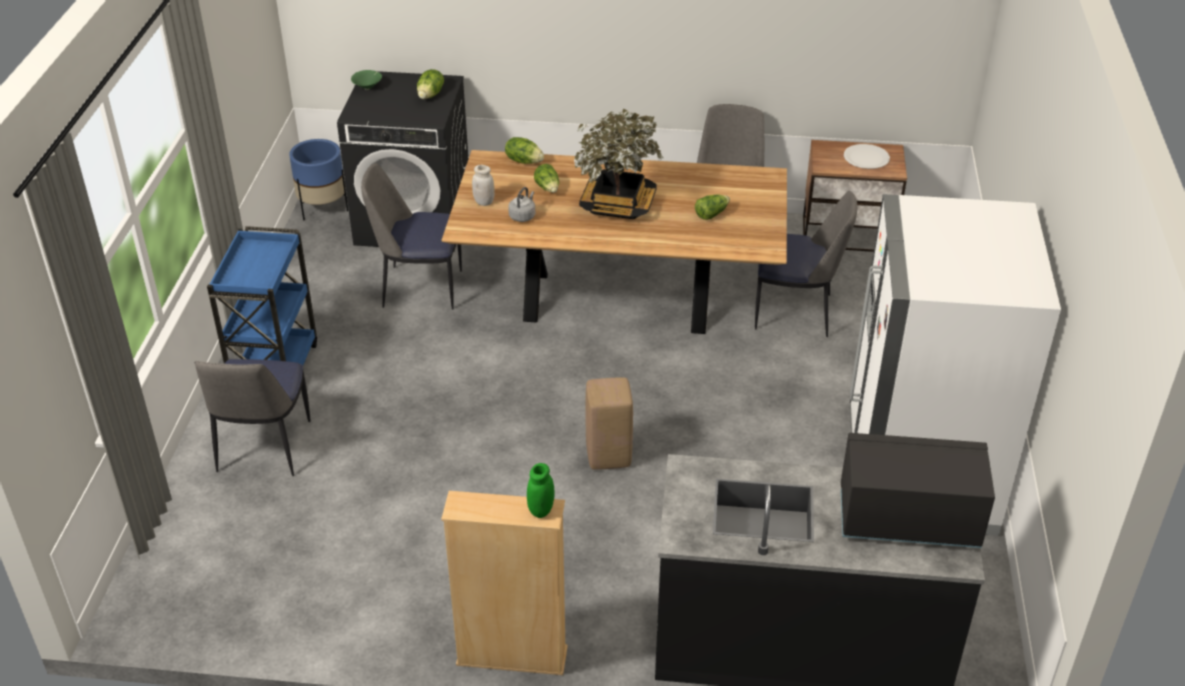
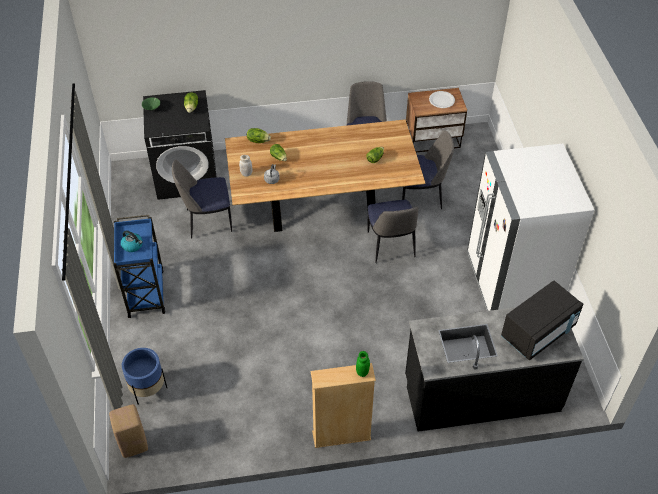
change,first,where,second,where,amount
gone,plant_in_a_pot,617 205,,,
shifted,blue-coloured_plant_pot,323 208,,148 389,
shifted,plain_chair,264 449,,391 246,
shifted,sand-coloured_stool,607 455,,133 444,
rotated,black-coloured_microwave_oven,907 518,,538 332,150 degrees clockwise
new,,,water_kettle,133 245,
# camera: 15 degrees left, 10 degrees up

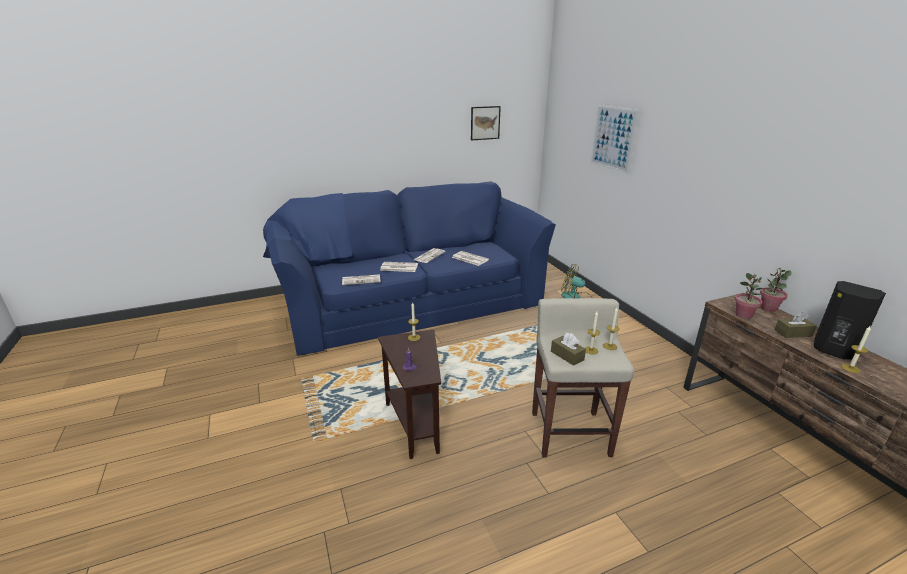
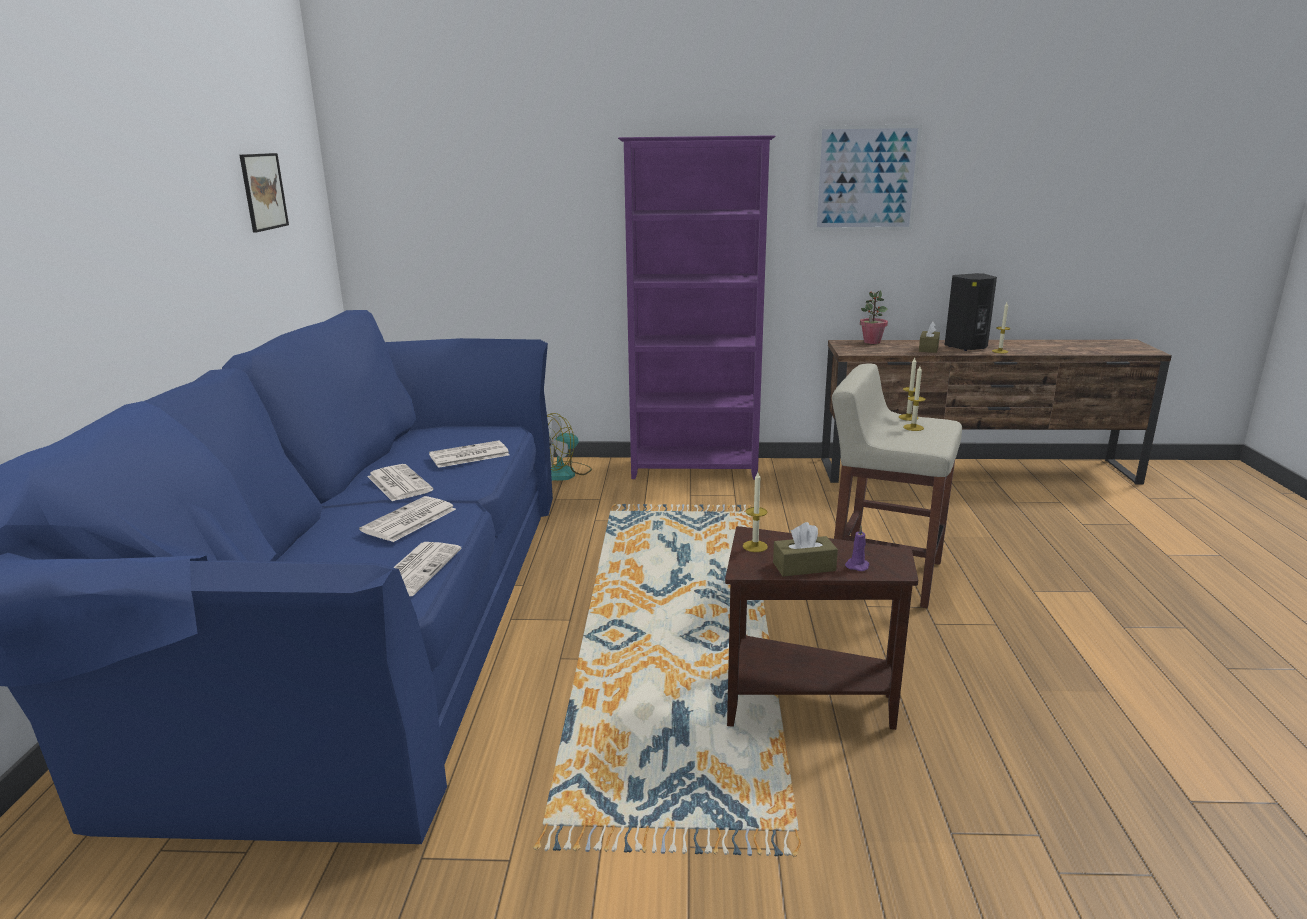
change,first,where,second,where,amount
shifted,picture,613 138,,866 178,
gone,plant_in_a_pot,743 315,,,
shifted,brownish_tissue_box,567 355,,804 567,
new,,,purplish_bookcase,695 470,
# camera: 65 degrees left, 5 degrees down

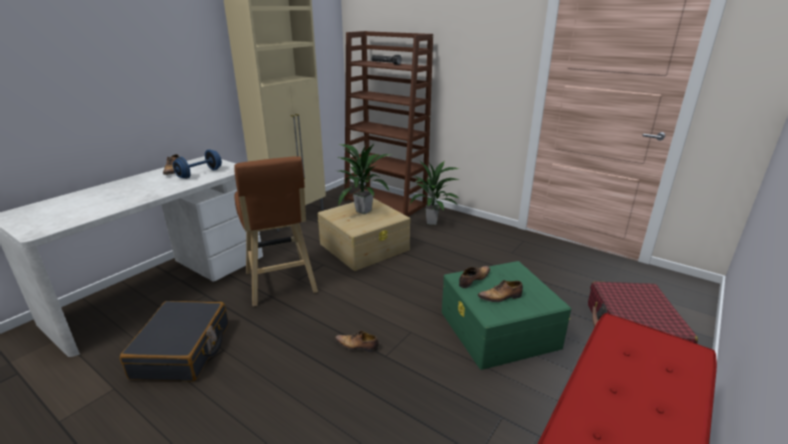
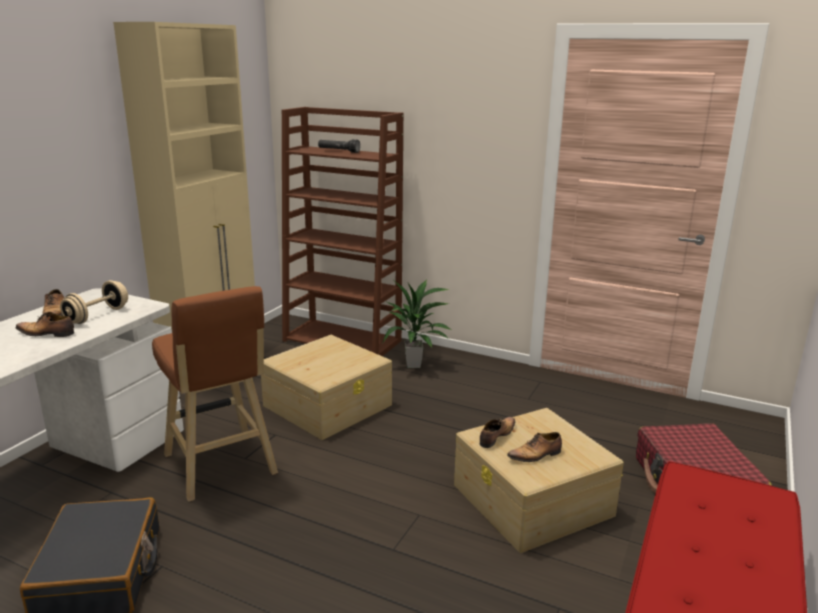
change,first,where,second,where,amount
gone,plant_in_a_pot,363 211,,,
repainted,blue-coloured_dumbbell,199 174,sand-coloured_dumbbell,97 316,
repainted,green-coloured_storage_bin,499 330,sand-coloured_storage_bin,532 500,
shifted,low_shoe,357 346,,47 334,
# camera: 10 degrees left, 5 degrees down

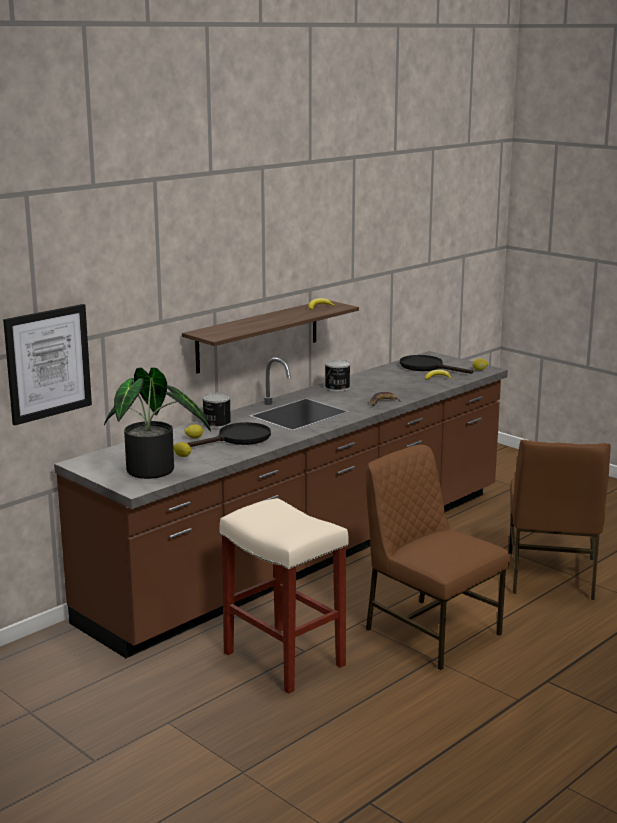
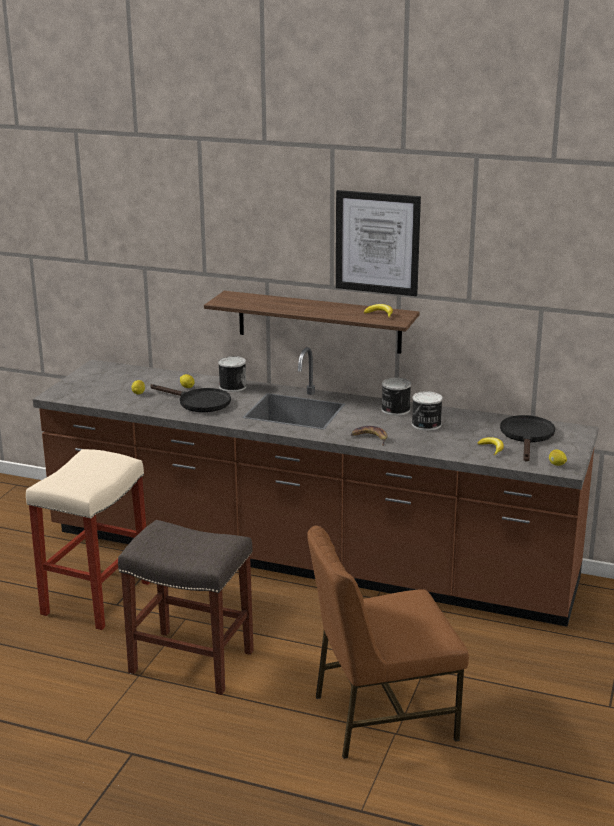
change,first,where,second,where,amount
shifted,picture,48 363,,377 242,
gone,plant_in_a_pot,154 472,,,
swapped,brownish_plain_chair,430 631,grey_stool,193 661,
new,,,can,426 424,
# camera: 65 degrees right, 5 degrees up

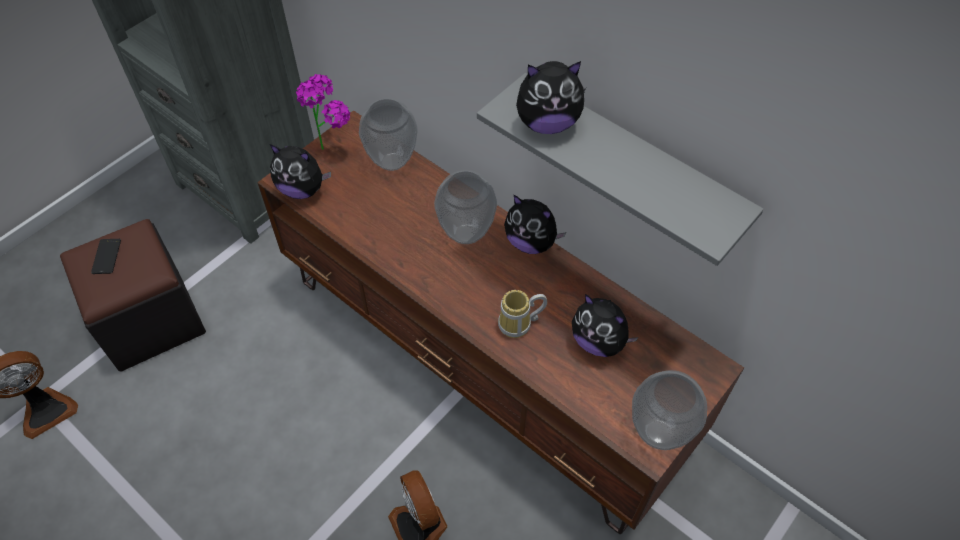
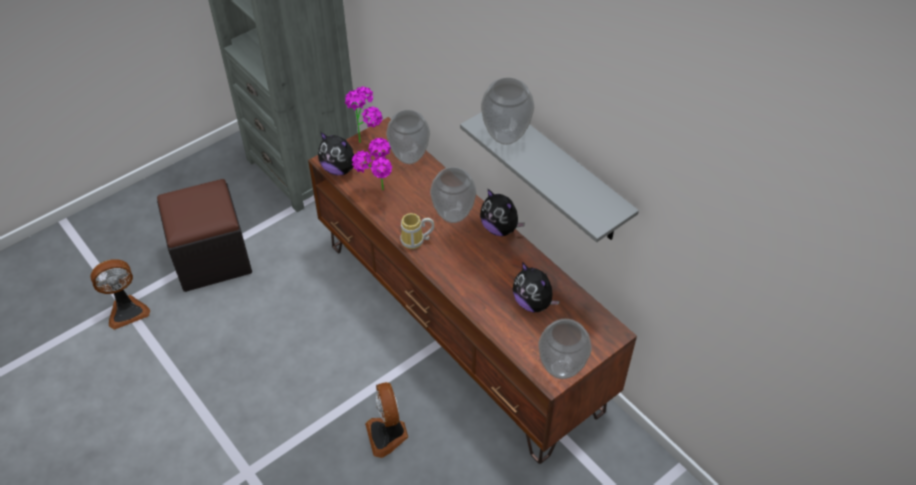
change,first,where,second,where,amount
swapped,plush_toy,547 123,flower_vase,506 137,
gone,phone,106 256,,,
shifted,coffee_mug,519 325,,415 242,
new,,,plant_in_a_pot,378 195,
# camera: 10 degrees right, 5 degrees down

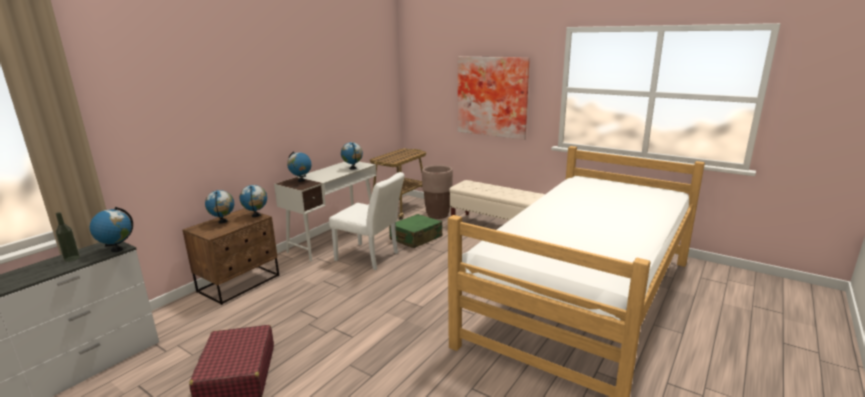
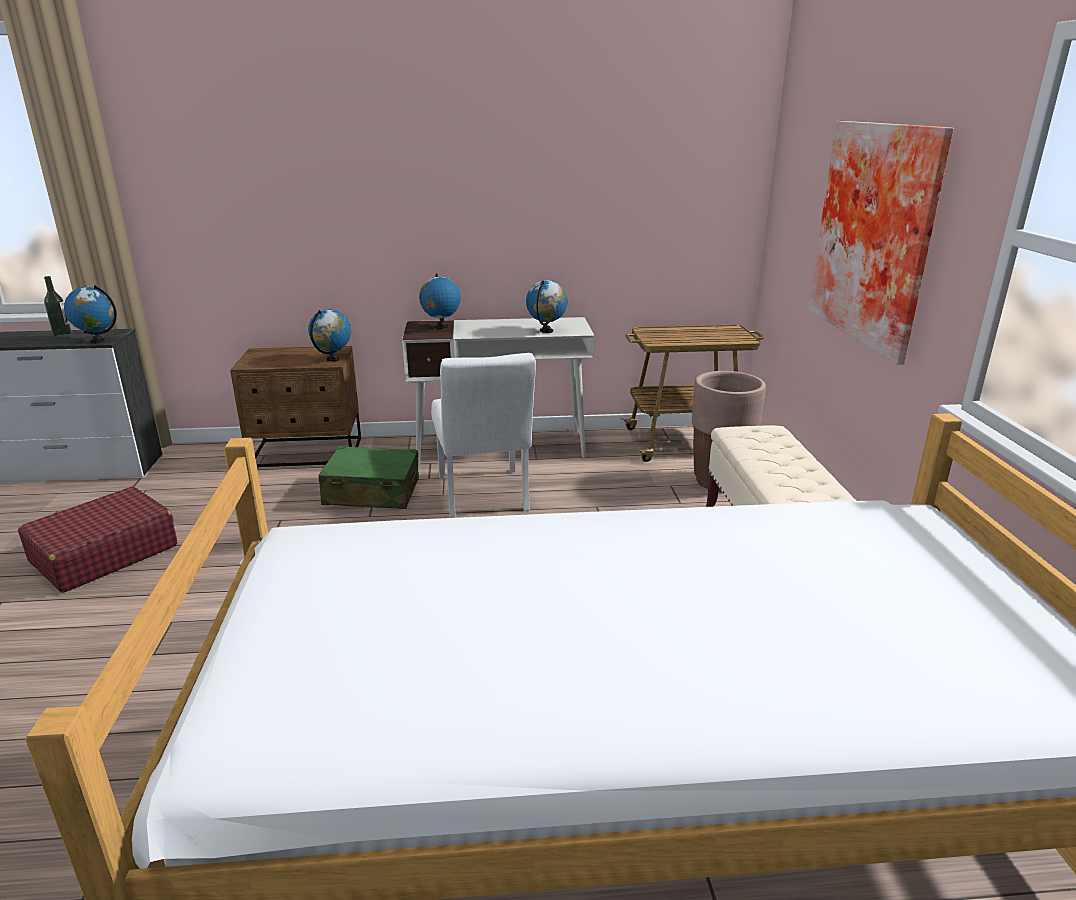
change,first,where,second,where,amount
gone,desk_globe,223 222,,,
shifted,green-coloured_suitcase,416 238,,372 492,
# camera: 50 degrees right, 5 degrees up

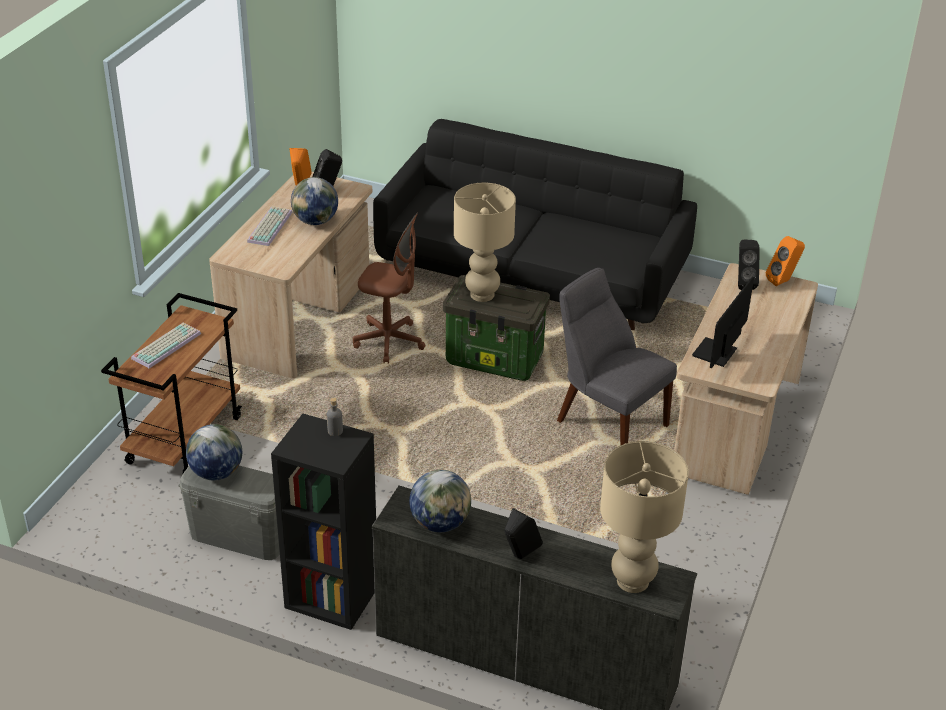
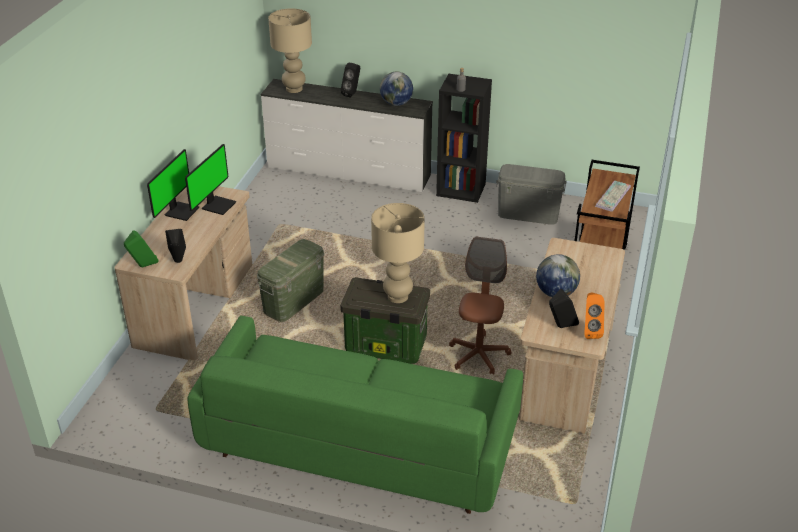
change,first,where,second,where,amount
repainted,black-coloured_settee,531 274,green-coloured_settee,359 443,
gone,PC_keyboard,269 226,,,
rotated,brownish_computer_chair,389 342,,478 355,90 degrees clockwise
repainted,orange_loudspeaker,783 281,green-coloured_loudspeaker,143 266,
swapped,grey_plain_chair,607 421,green-coloured_storage_bin,294 301,
gone,desk_globe,216 473,,,
new,,,monitor,180 211,
# camera: 175 degrees right, 0 degrees up

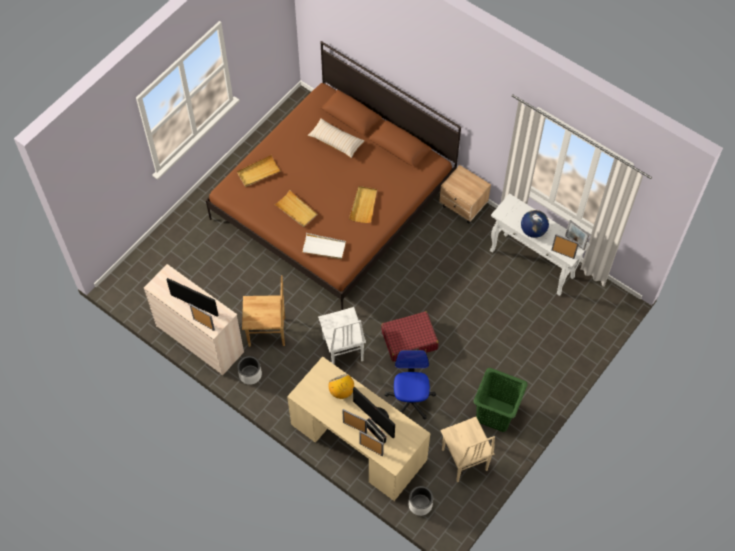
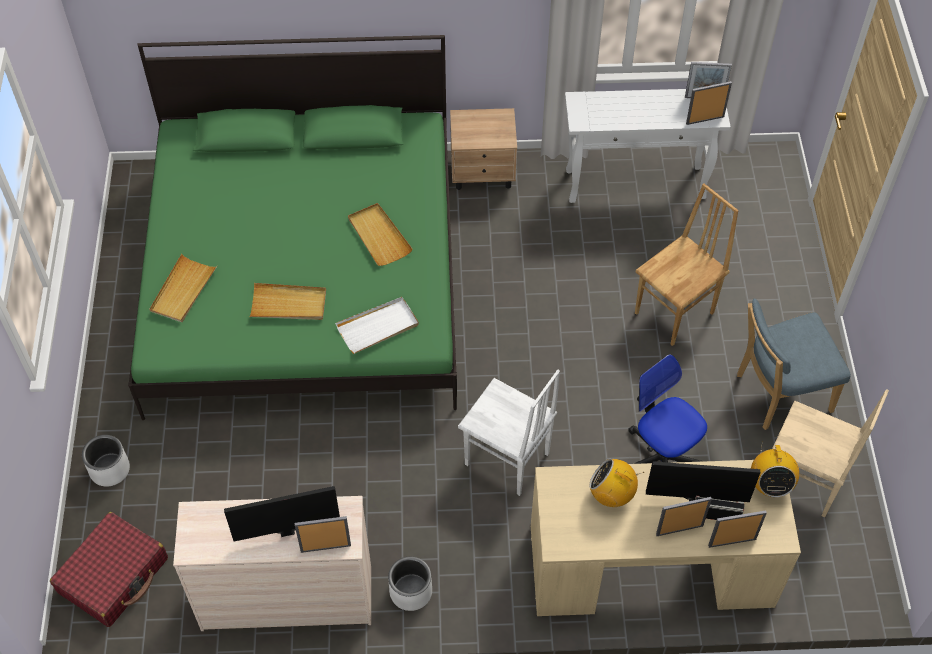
change,first,where,second,where,amount
repainted,brownish_sleeping_bed,333 202,green-coloured_sleeping_bed,304 278,
gone,sand-coloured_pillow,336 141,,,
gone,desk_globe,533 230,,,
shifted,brownish_plain_chair,267 333,,675 313,
shifted,red-coloured_suitcase,409 340,,114 575,
swapped,green-coloured_hamper,495 413,blue-coloured_plain_chair,779 393,
shifted,white-coloured_plant_pot,420 504,,110 469,
new,,,radio_receiver,769 484,
# camera: 40 degrees left, 5 degrees down

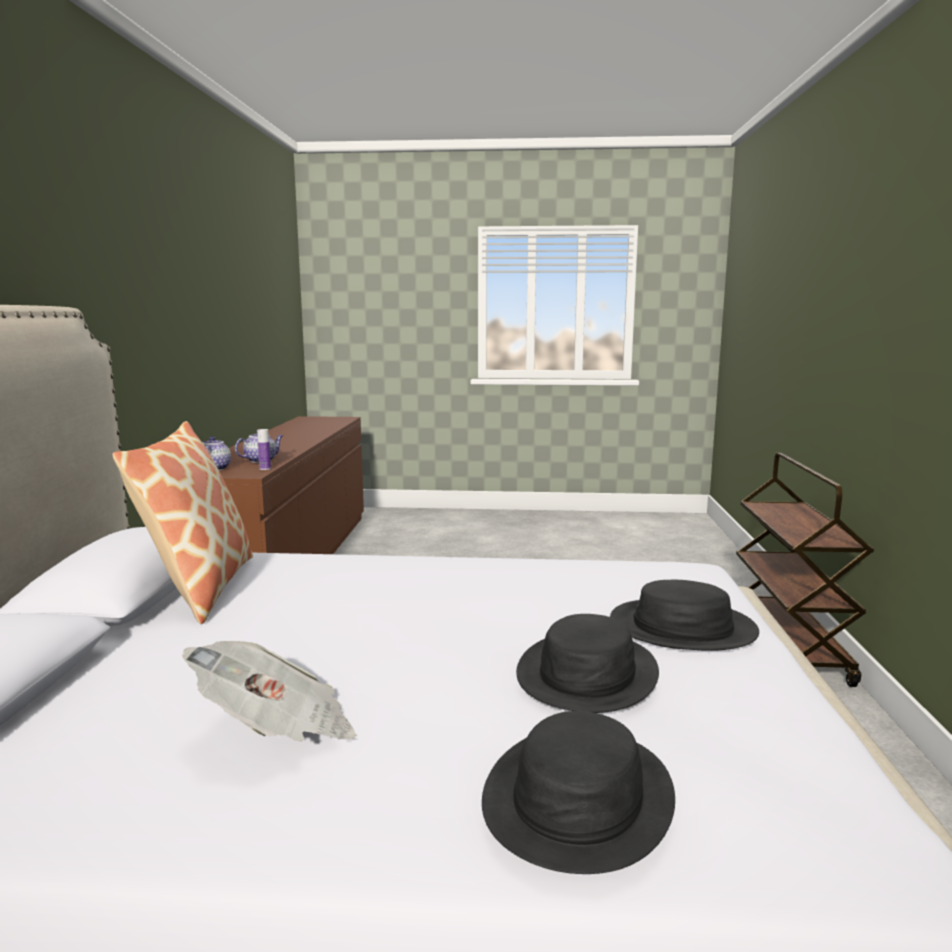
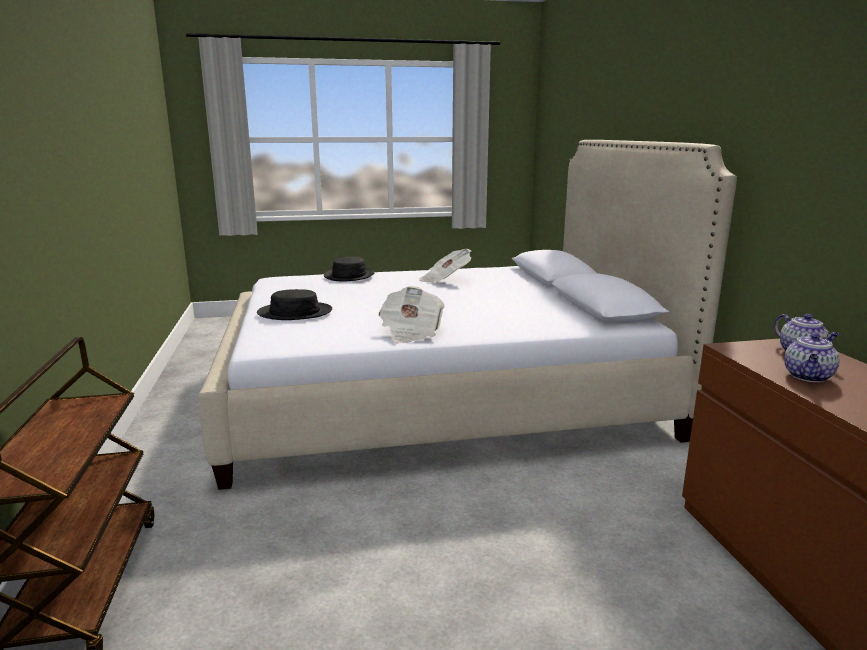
change,first,where,second,where,amount
gone,pillow,199 588,,,
gone,beverage_bottle,265 468,,,
gone,black-coloured_clothing_hat,588 674,,,
new,,,newspaper,410 332,
# camera: 165 degrees right, 5 degrees up

